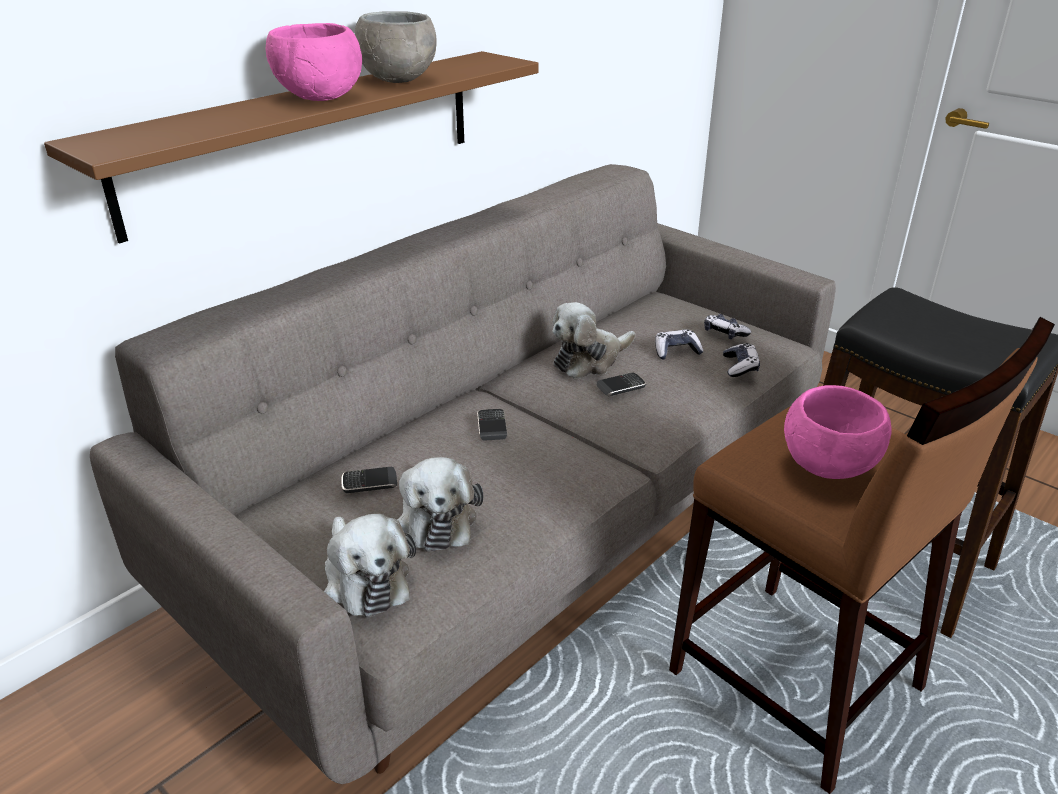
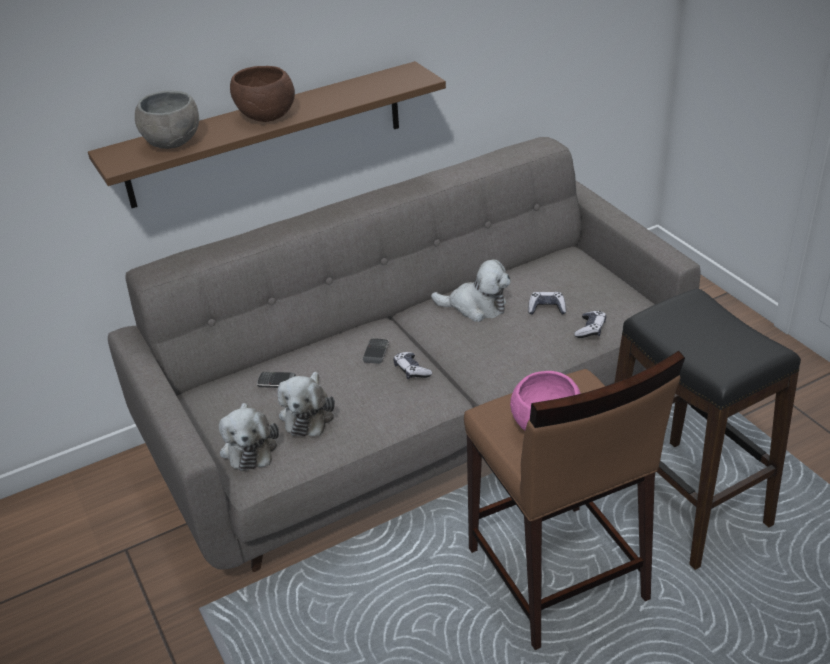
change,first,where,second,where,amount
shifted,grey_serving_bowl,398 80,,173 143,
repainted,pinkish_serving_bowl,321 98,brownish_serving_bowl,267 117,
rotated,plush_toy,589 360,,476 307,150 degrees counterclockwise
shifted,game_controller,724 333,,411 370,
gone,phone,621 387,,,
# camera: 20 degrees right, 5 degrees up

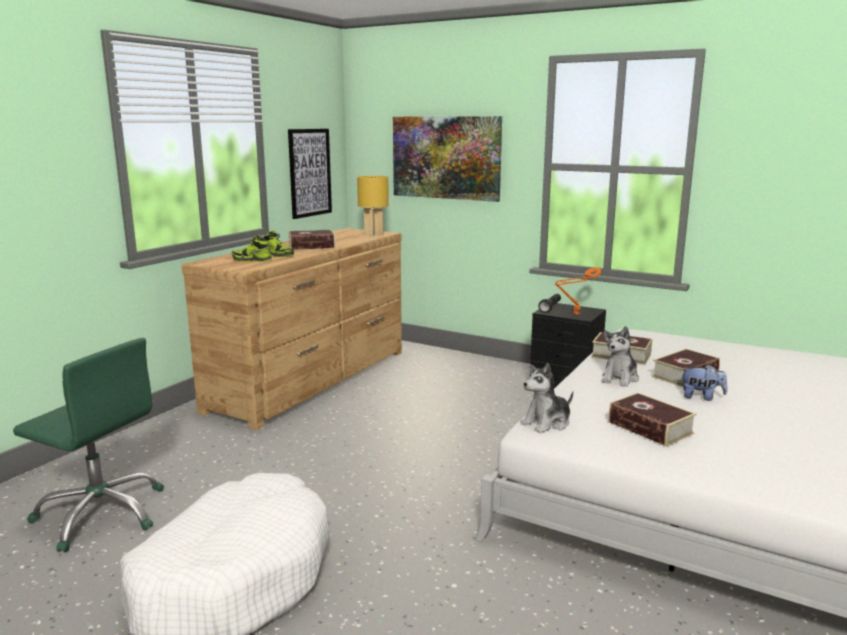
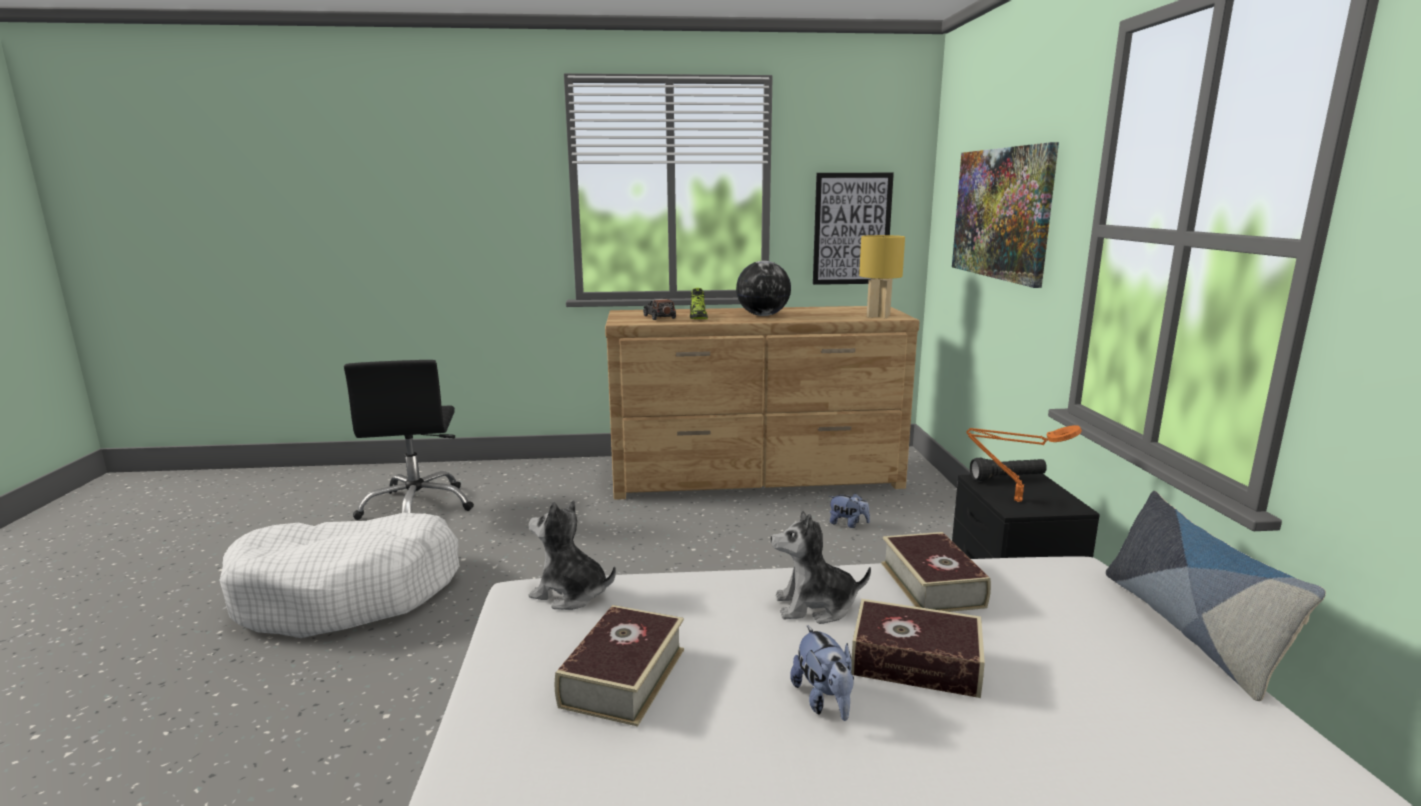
change,first,where,second,where,amount
swapped,book,311 246,desk_globe,763 315,
swapped,low_shoe,252 260,toy_car,659 317,
repainted,green-coloured_computer_chair,101 513,black-coloured_computer_chair,417 507,
new,,,pillow,1189 629,
new,,,plush_toy,848 524,
# camera: 55 degrees right, 0 degrees up

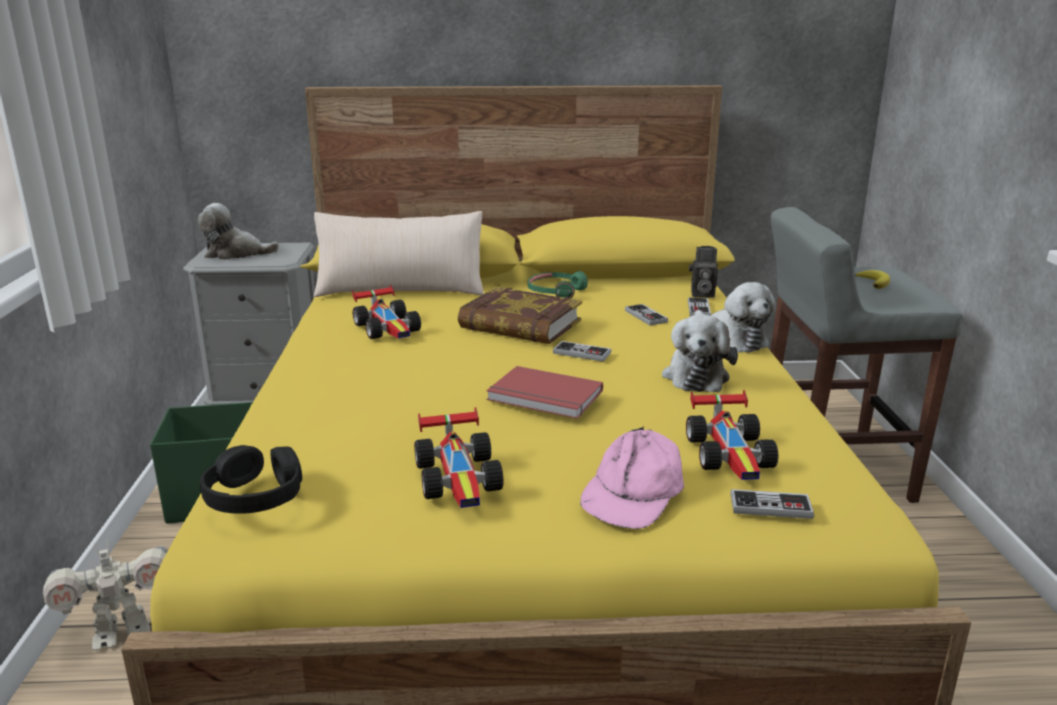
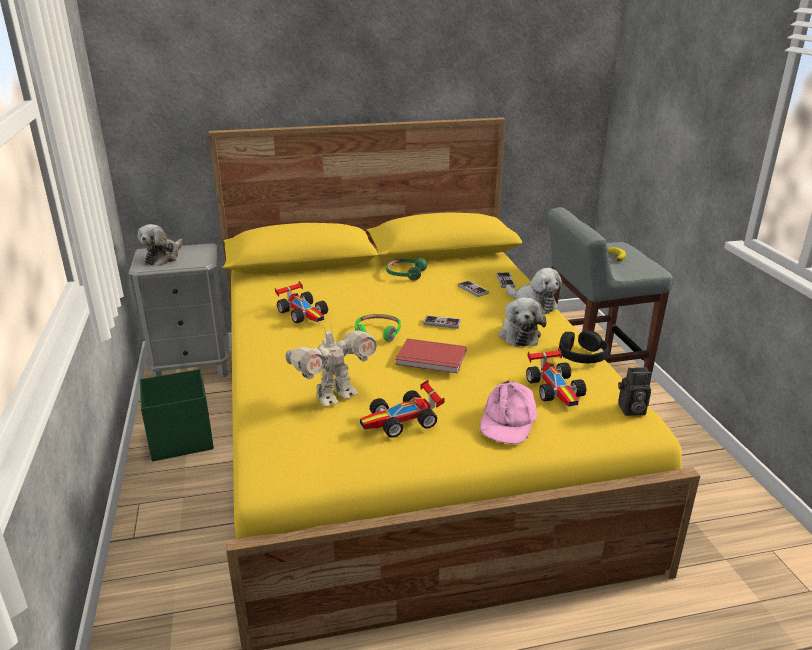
change,first,where,second,where,amount
rotated,plush_toy,235 254,,163 257,60 degrees counterclockwise
gone,sand-coloured_pillow,400 290,,,
shifted,photo_camera,701 294,,631 410,
gone,book,520 325,,,
rotated,toy_car,460 477,,402 421,90 degrees clockwise
shifted,black-coloured_headphones,255 495,,582 355,
gone,game_controller,770 507,,,
shifted,model_robot,121 633,,334 396,
new,,,green-coloured_headphones,377 333,
# camera: 10 degrees left, 5 degrees up

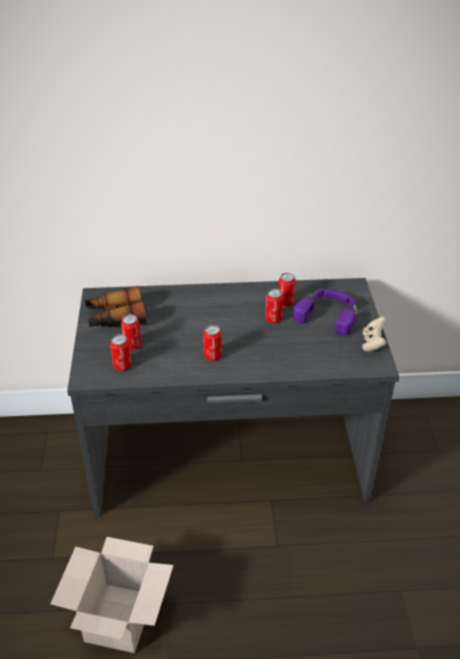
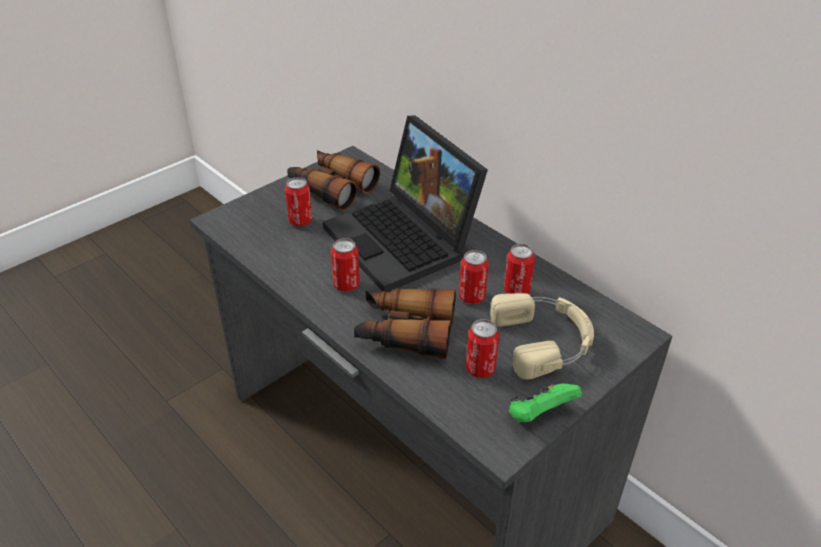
change,first,where,second,where,amount
repainted,purplish_headphones,328 314,sand-coloured_headphones,544 340,
repainted,sand-coloured_game_controller,372 343,green-coloured_game_controller,539 415,
shifted,can,122 365,,480 369,
gone,packing_box,119 616,,,
new,,,portable_computer,405 241,
new,,,pair_of_binoculars,405 332,
# camera: 50 degrees right, 0 degrees up

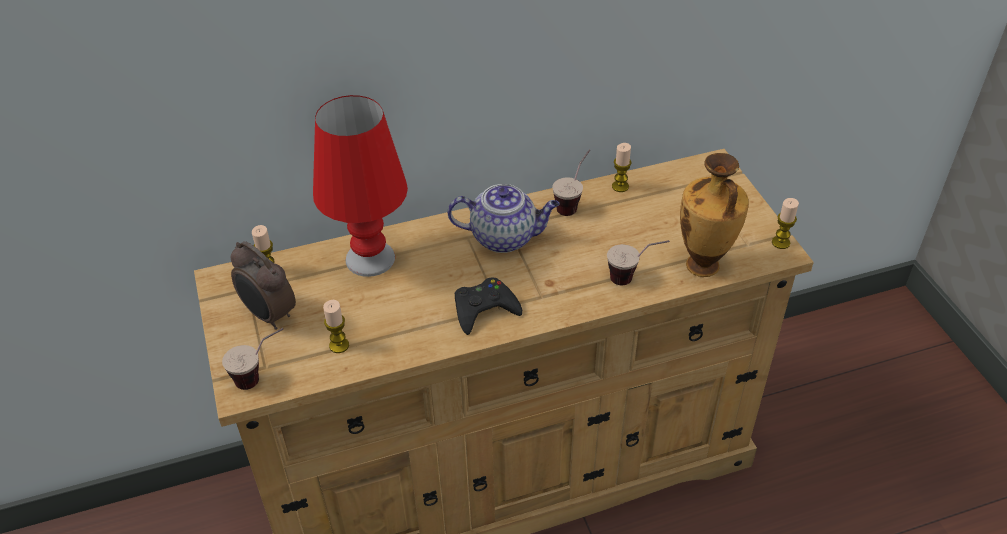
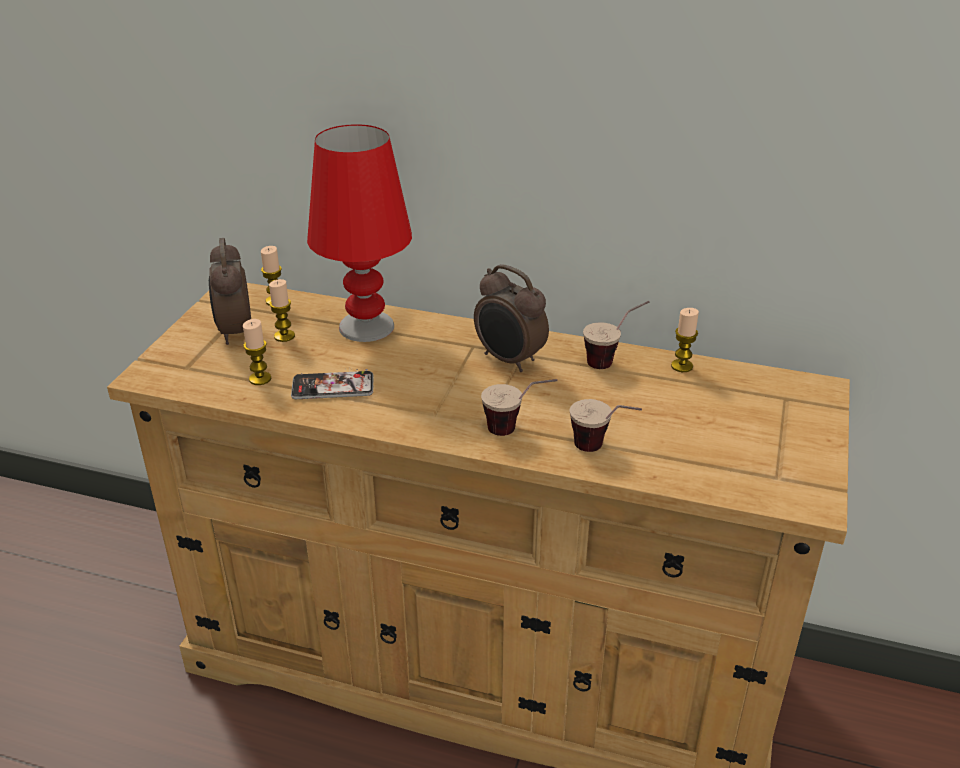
change,first,where,second,where,amount
gone,flower_vase,703 267,,,
swapped,teapot,505 237,alarm_clock,509 360,
shifted,candle,780 243,,284 336,
gone,black-coloured_game_controller,484 310,,,
shifted,drinking_cup,261 376,,517 430,
new,,,phone,332 387,
# camera: 35 degrees right, 10 degrees down

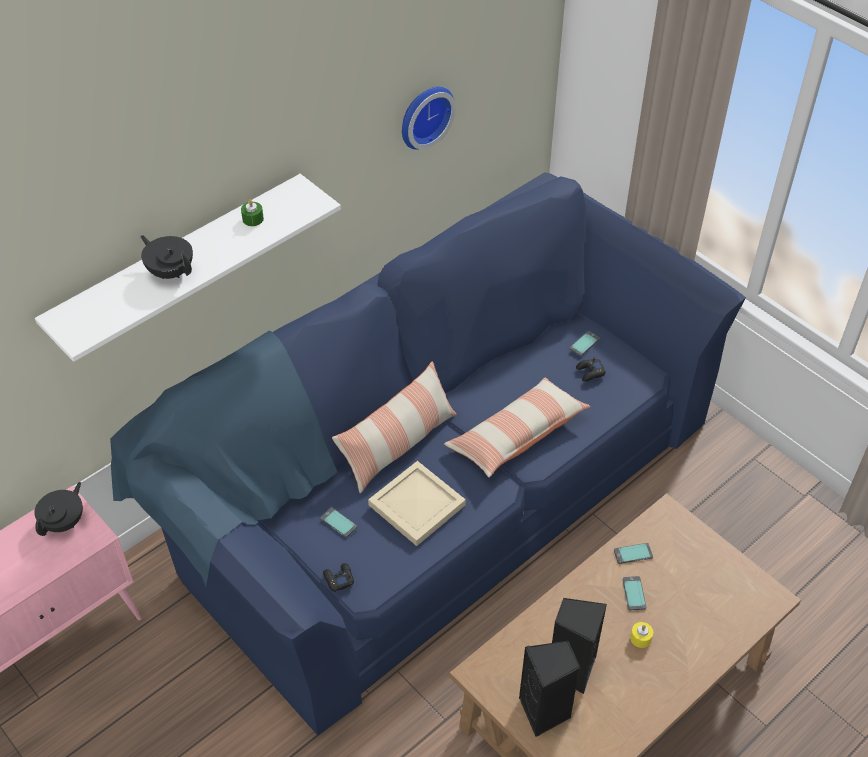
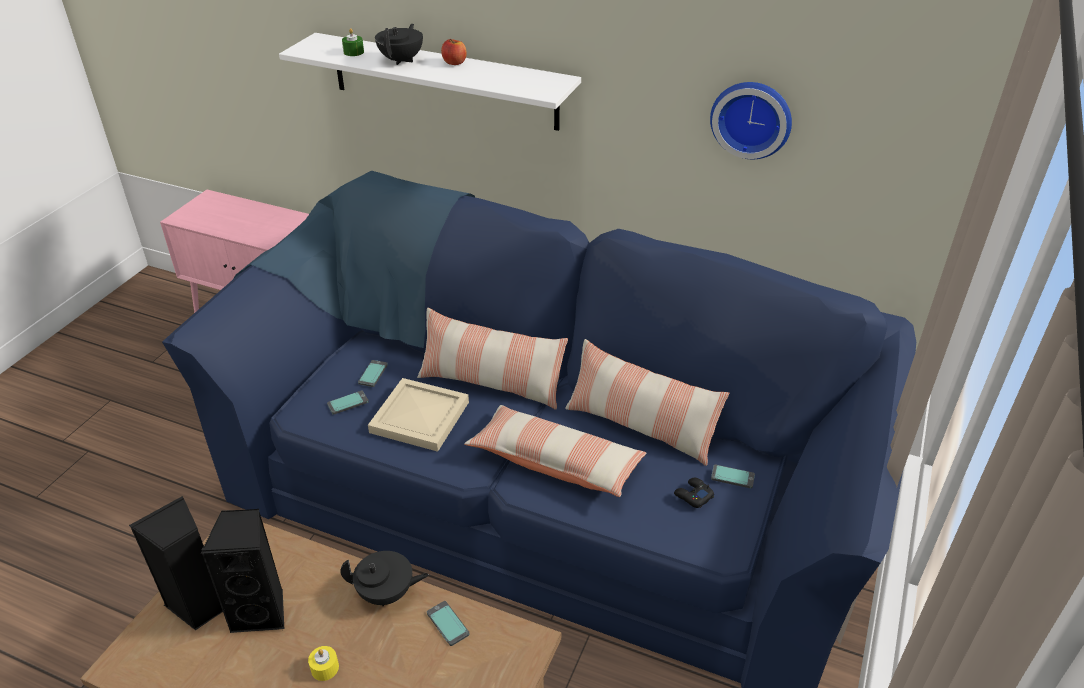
change,first,where,second,where,amount
shifted,green-coloured_candle,253 219,,353 52,
shifted,black-coloured_teapot,64 522,,386 593,
gone,black-coloured_game_controller,338 579,,,
shifted,phone,633 593,,347 403,
new,,,apple,454 63,
new,,,pillow,640 426,
# camera: 65 degrees right, 10 degrees down

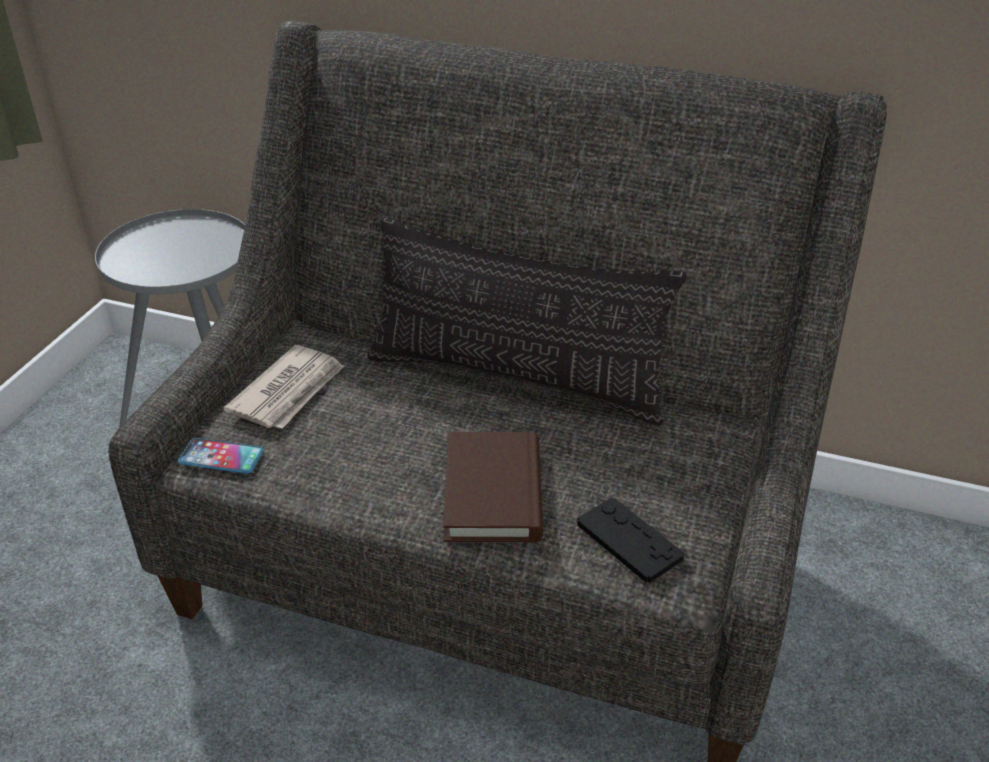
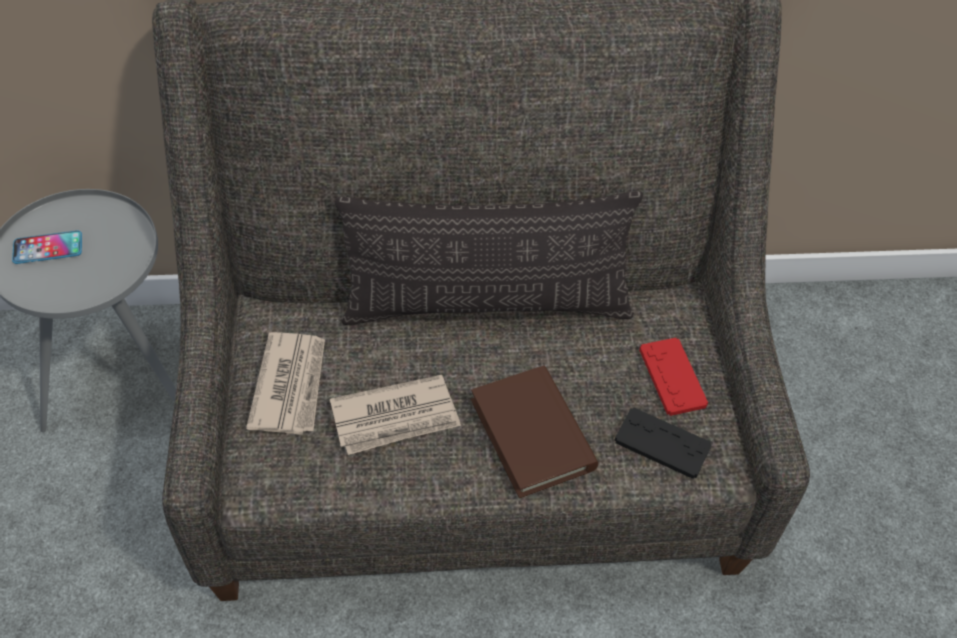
change,first,where,second,where,amount
shifted,phone,221 457,,48 248,
new,,,red-coloured_game_controller,672 377,
new,,,newspaper,396 418,
# camera: 25 degrees left, 15 degrees up

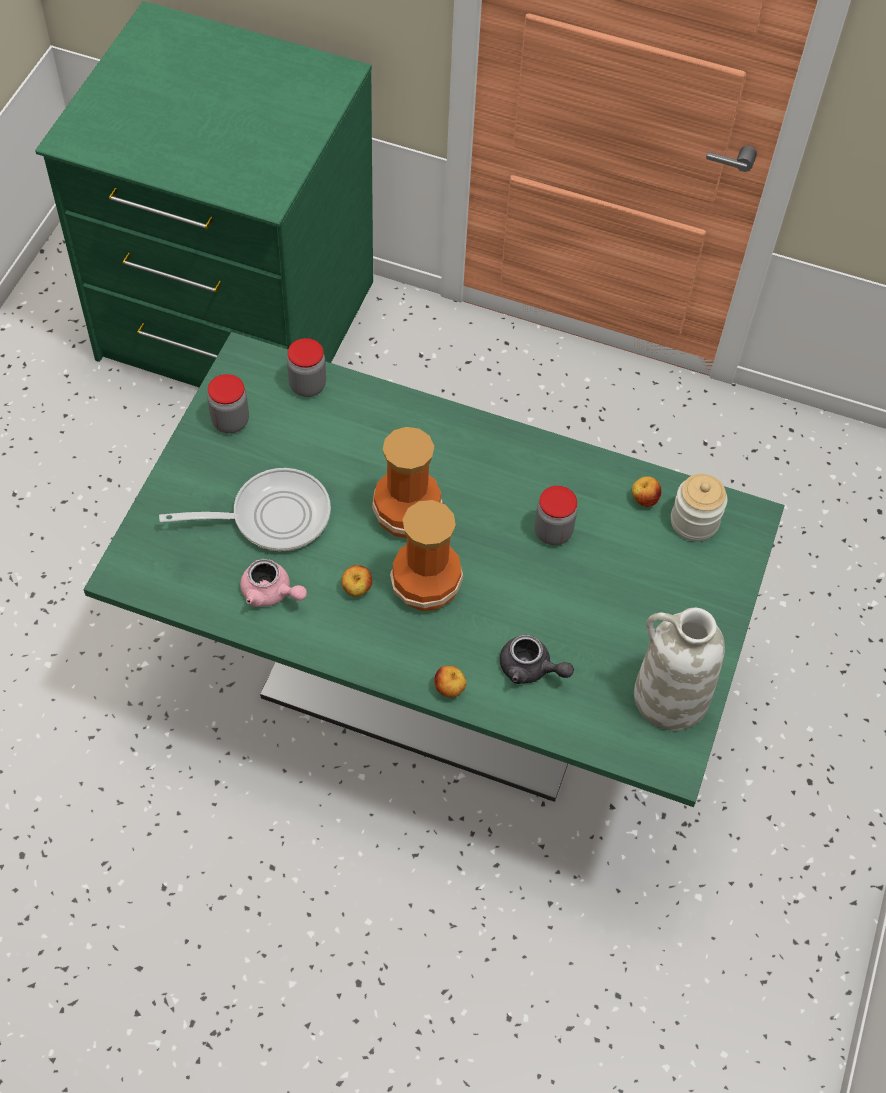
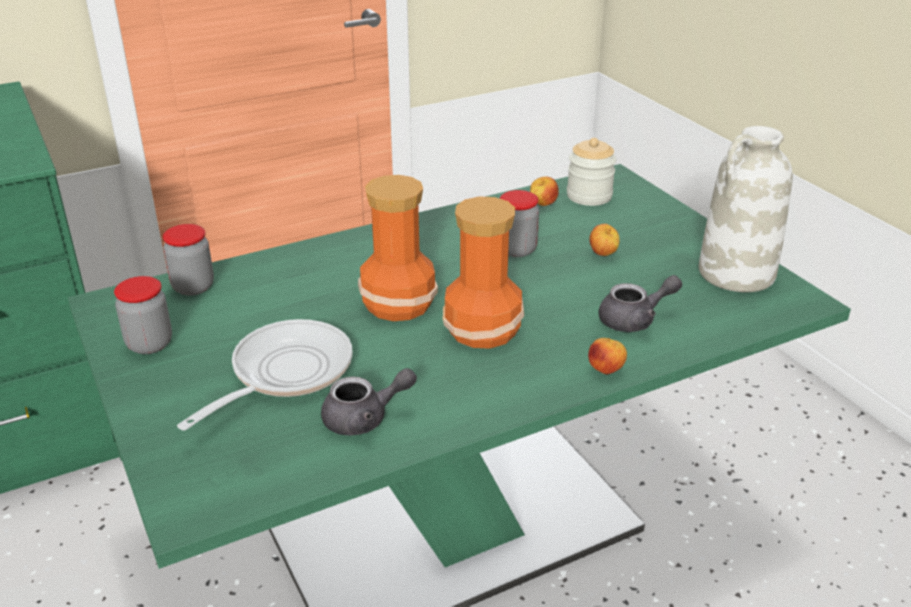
change,first,where,second,where,amount
repainted,pinkish_teapot,271 593,grey_teapot,365 419,
shifted,apple,357 589,,603 254,
# camera: 45 degrees left, 25 degrees down

